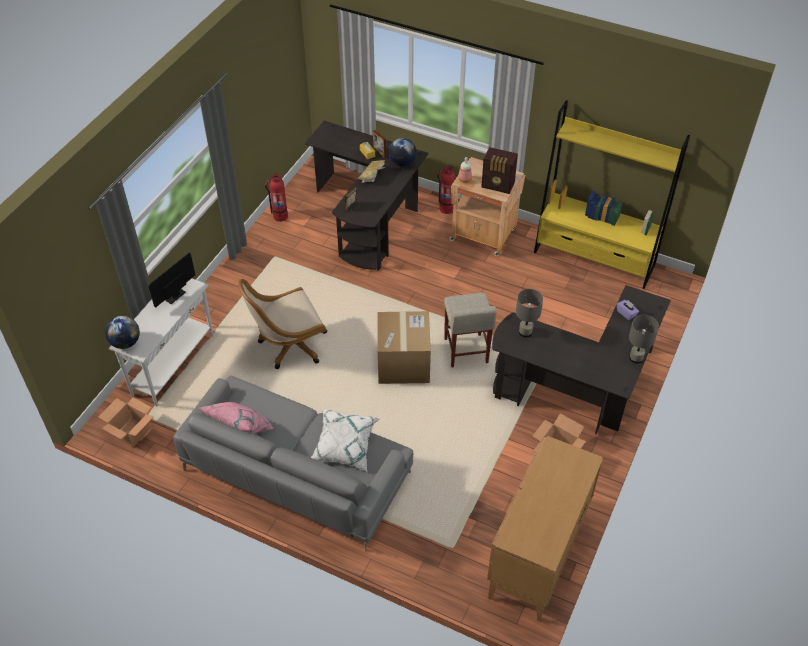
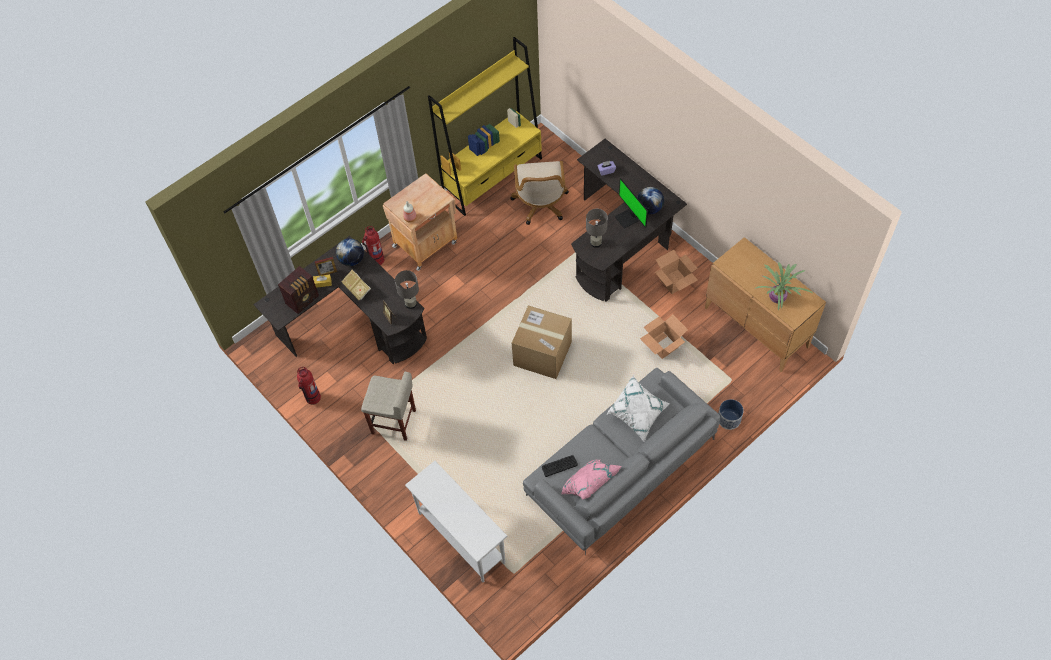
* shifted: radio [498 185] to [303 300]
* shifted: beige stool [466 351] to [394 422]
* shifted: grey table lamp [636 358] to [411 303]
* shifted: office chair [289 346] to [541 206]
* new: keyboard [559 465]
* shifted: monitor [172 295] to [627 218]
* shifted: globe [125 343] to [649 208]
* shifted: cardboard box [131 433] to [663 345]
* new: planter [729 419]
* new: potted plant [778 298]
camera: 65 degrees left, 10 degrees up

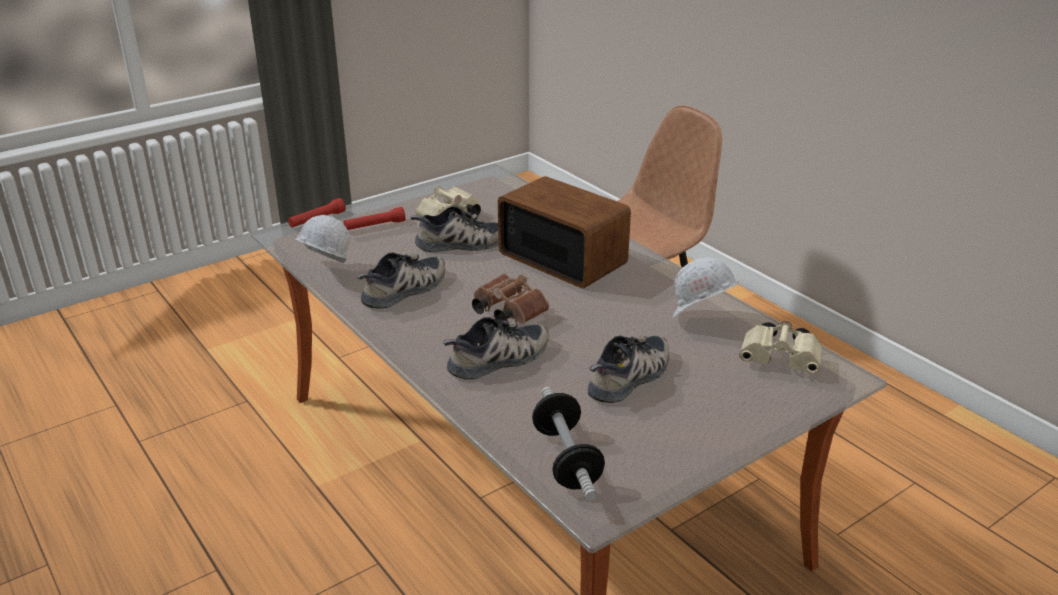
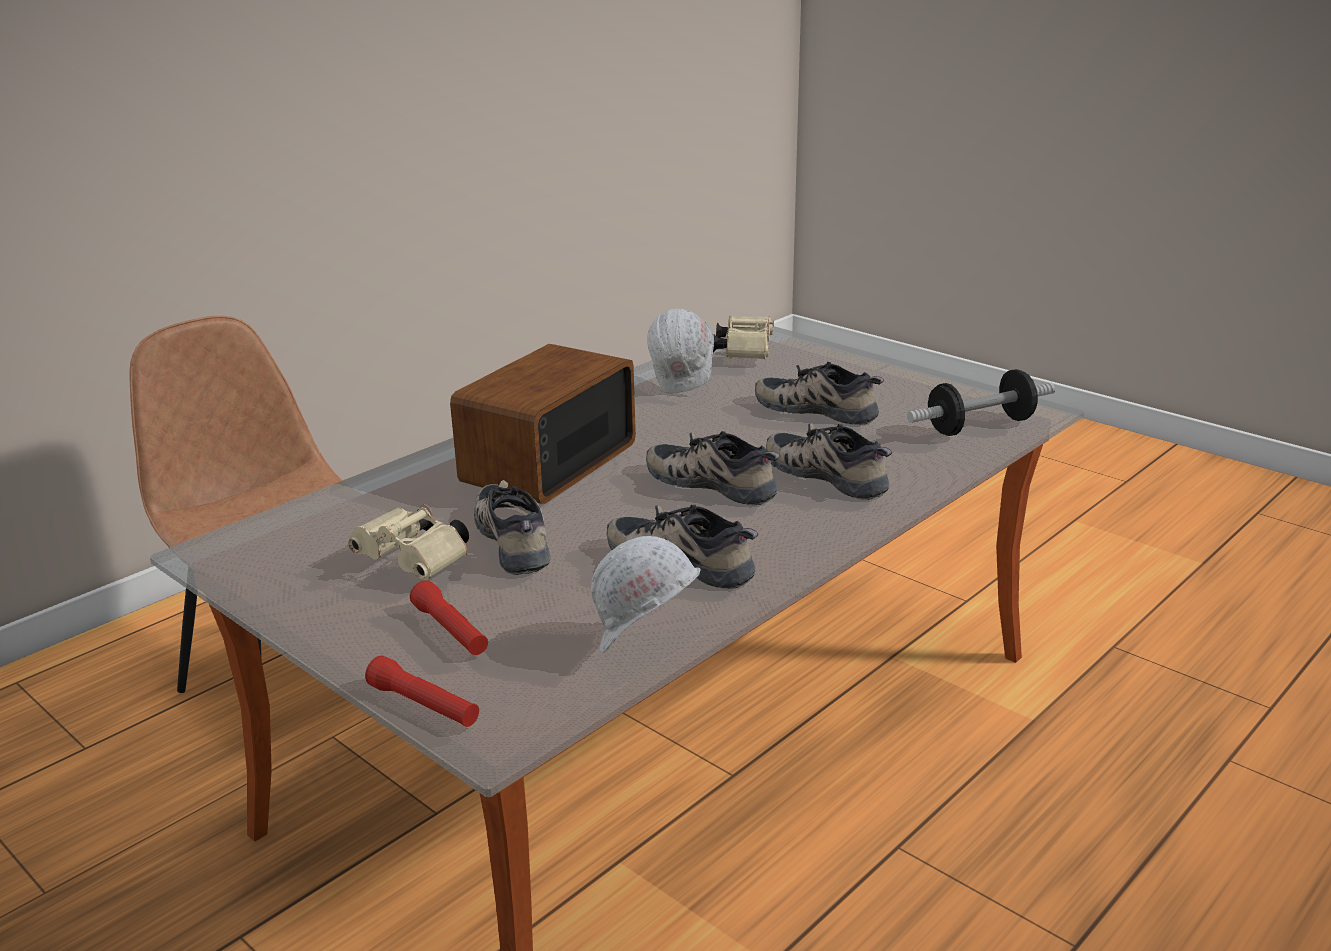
* swapped: brown binoculars [506 312] to shoe [714 482]
camera: 100 degrees left, 5 degrees down

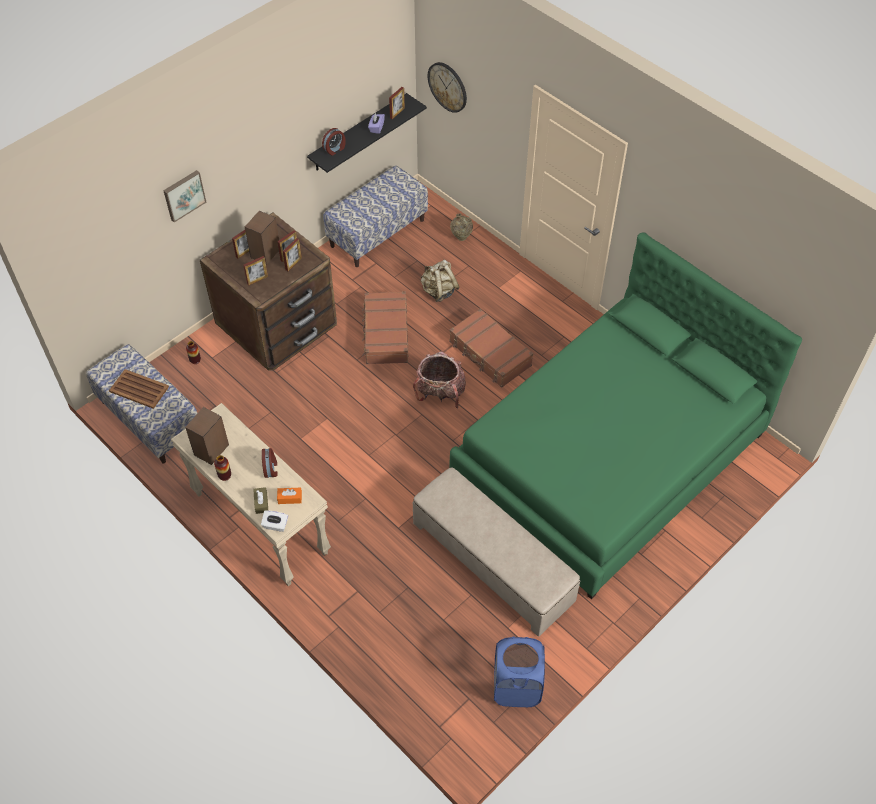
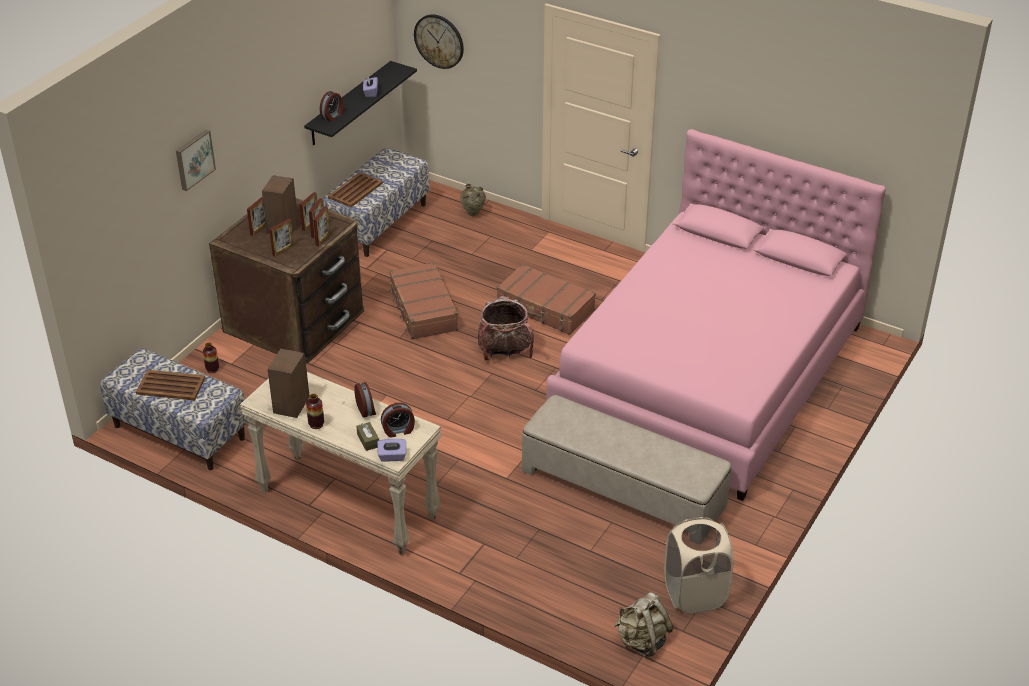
* shifted: picture frame [397 113] to [323 239]
* new: brown tray [355 191]
* repainted: white tissue box [275 525] to purple tissue box [392 457]
* swapped: orange tissue box [290 498] to alarm clock [398 430]
* repainted: green bed [609 456] to pink bed [710 374]
* shifted: beige backpack [439 291] to [642 641]
* repainted: blue laundry basket [516 687] to beige laundry basket [695 594]
camera: 15 degrees left, 15 degrees down

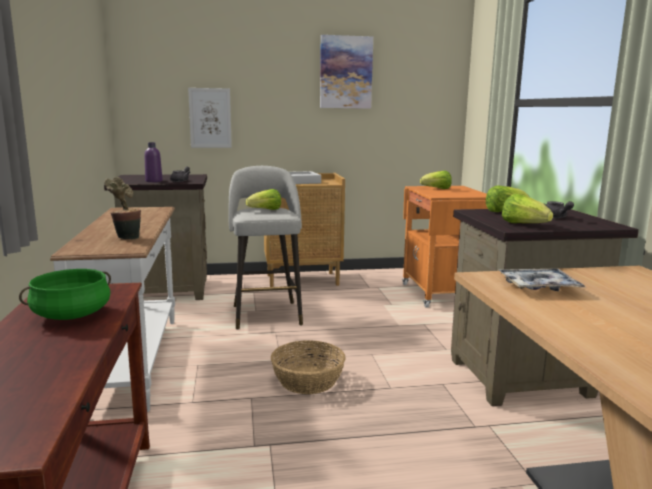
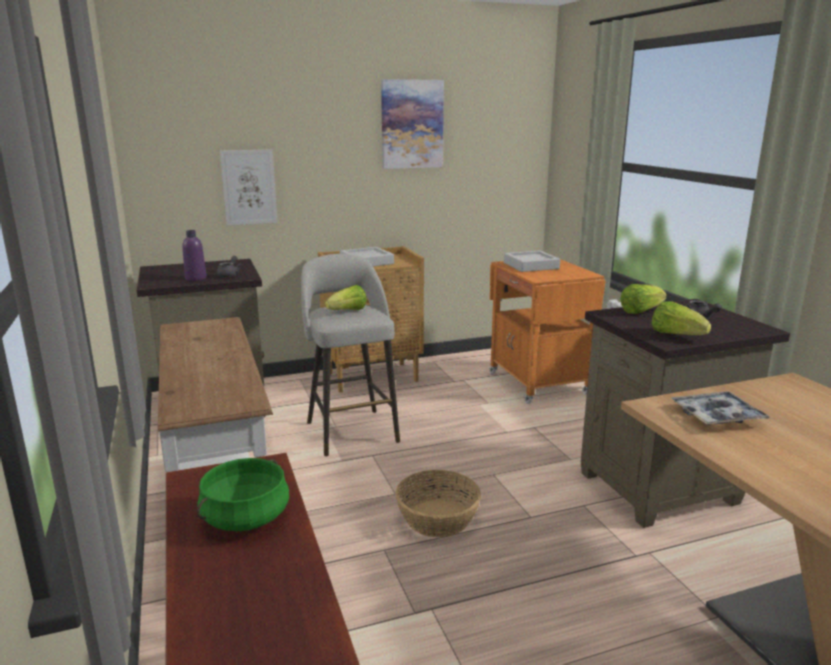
* swapped: lettuce [437 189] to grey tray [531 266]
* gone: potted plant [126 238]
camera: 10 degrees left, 5 degrees up

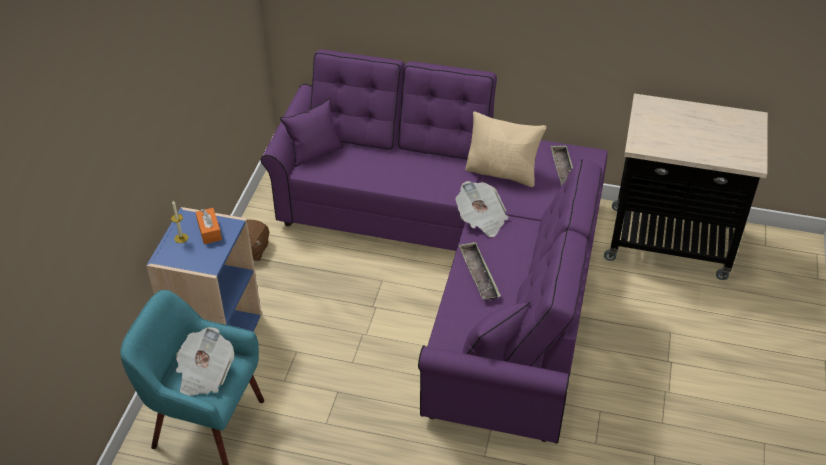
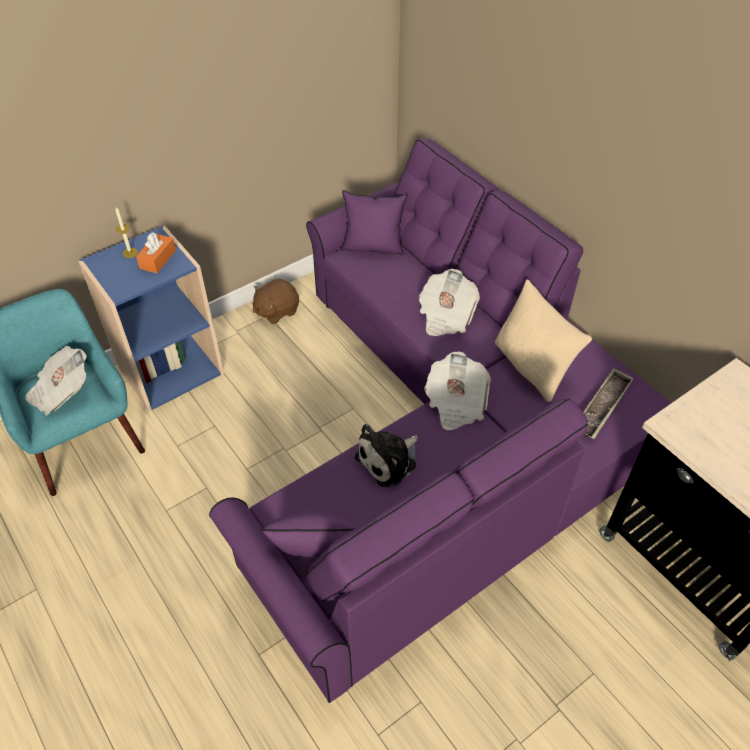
* swapped: tray [478 274] to plush toy [389 460]
* new: newspaper [445 316]
camera: 40 degrees right, 5 degrees up

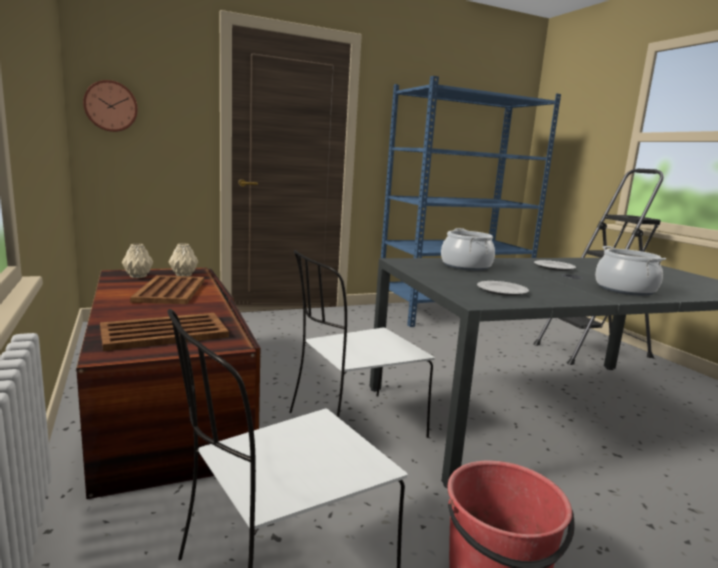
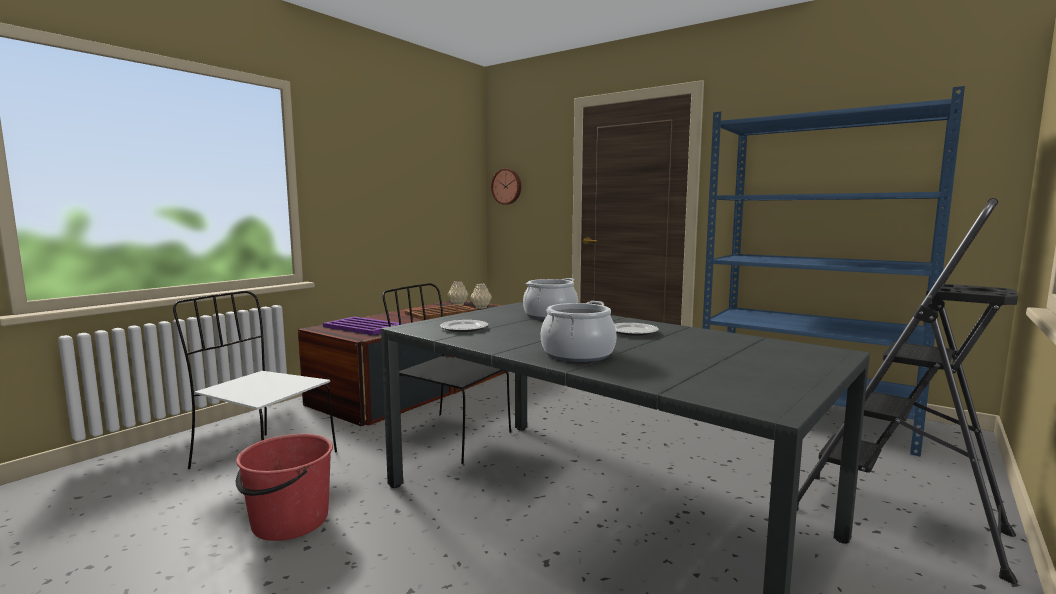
* repainted: brown tray [163 332] to purple tray [362 327]
* repainted: white chair [353 426] to black chair [447 436]
camera: 60 degrees right, 5 degrees down

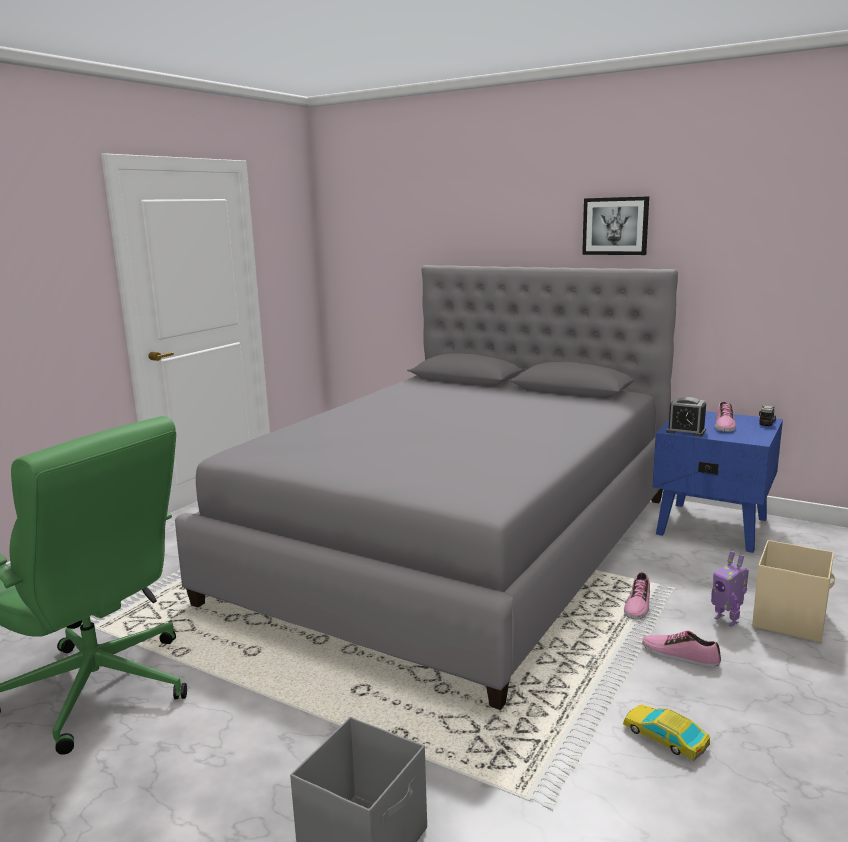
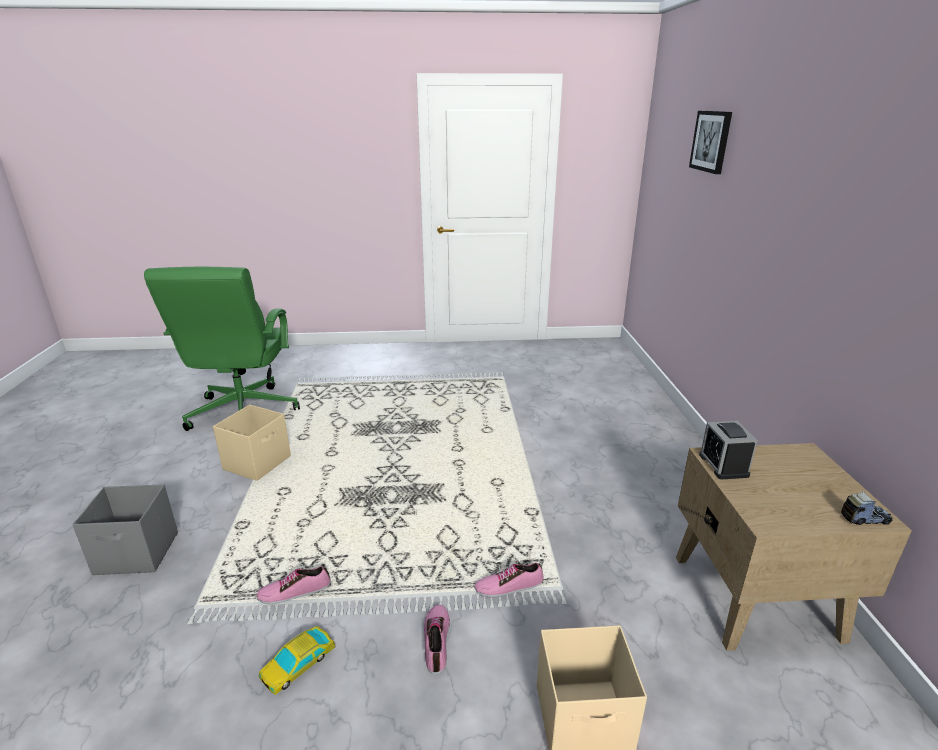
* new: beige storage box [258 463]
* shifted: shoe [723 425] to [294 591]
* rotated: toy car [665 737] = [298 664] 150 degrees counterclockwise
* repainted: blue nightstand [713 526] to beige nightstand [756 598]
* shifted: picture [615 226] to [711 141]
* gone: grey bed [458 546]
* gone: toy robot [727 620]
camera: 55 degrees right, 10 degrees up

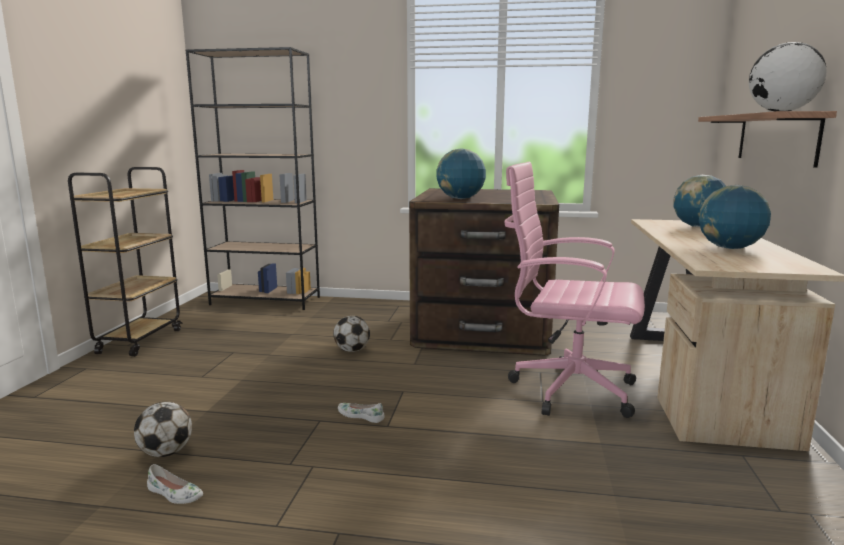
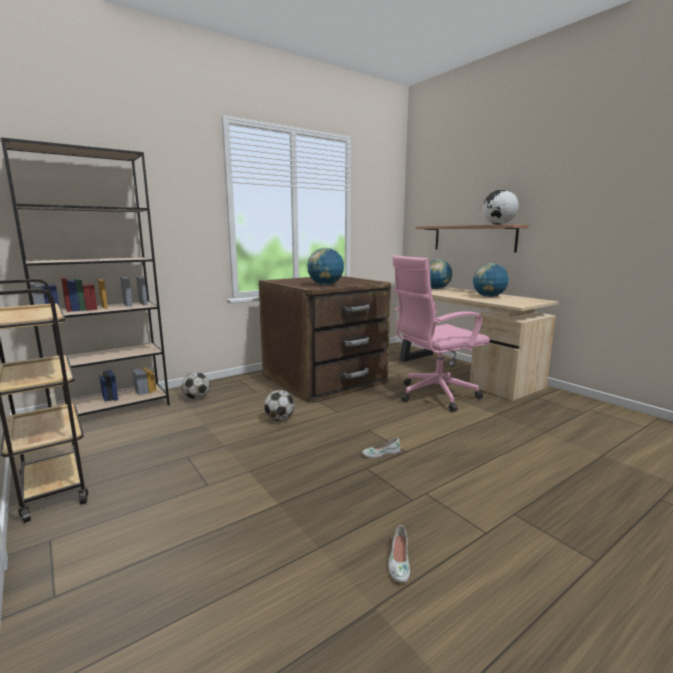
* shifted: football [166 452] to [197 398]
* rotated: white shoe [174 494] = [399 562] 120 degrees clockwise
camera: 45 degrees left, 0 degrees up

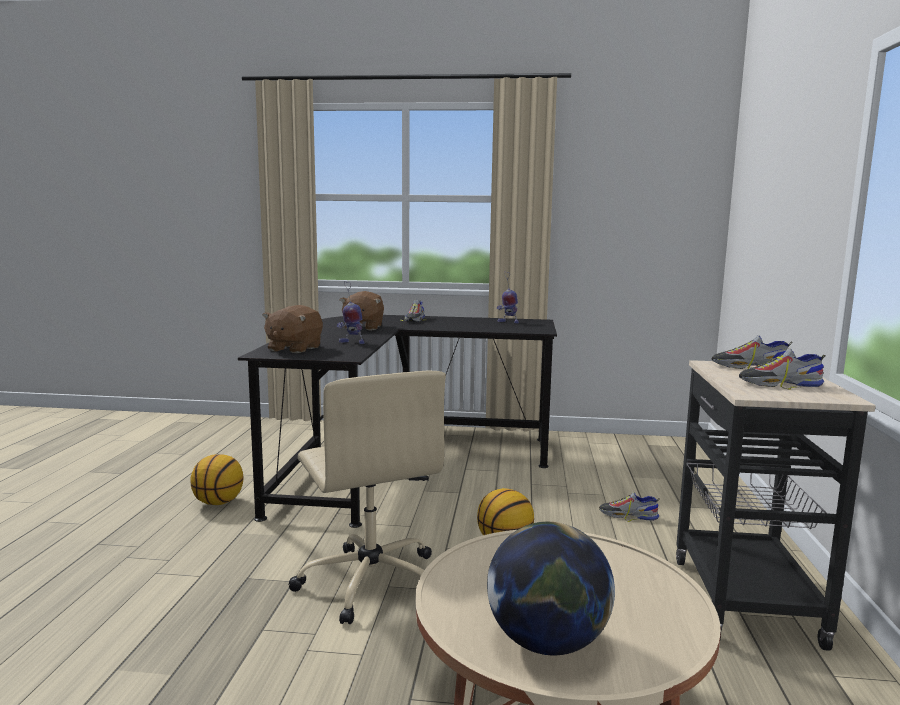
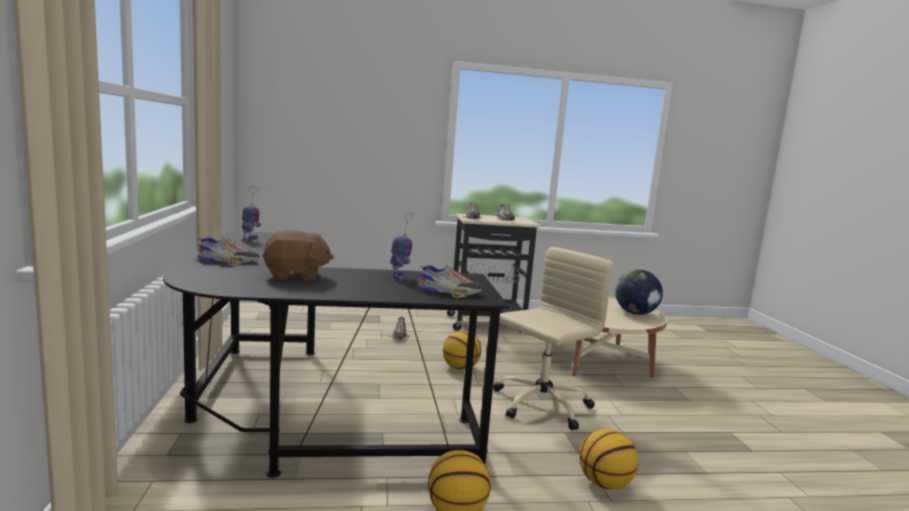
* swapped: brown plush toy [294 349] to shoe [450 291]
* new: basketball [605 484]
camera: 105 degrees left, 0 degrees up

